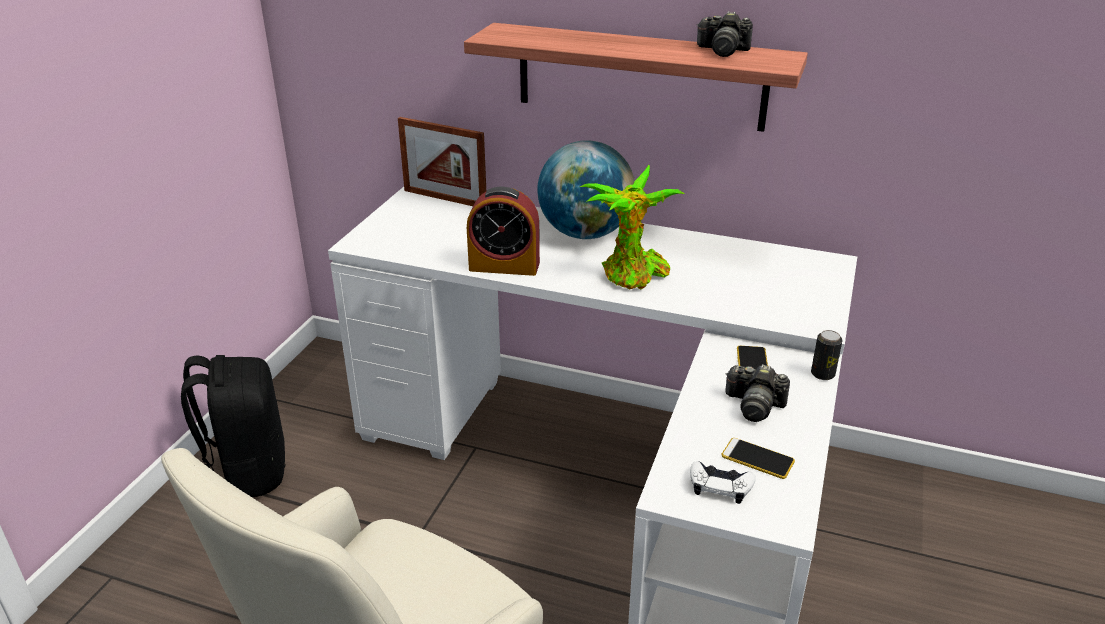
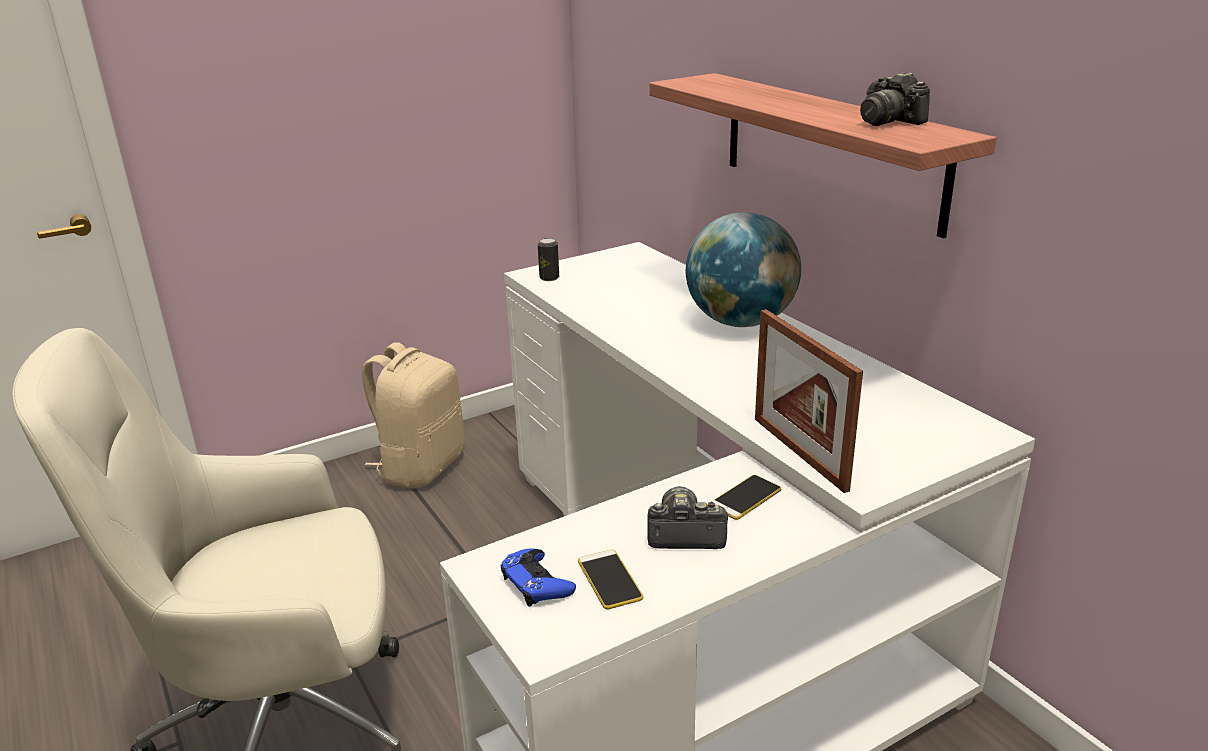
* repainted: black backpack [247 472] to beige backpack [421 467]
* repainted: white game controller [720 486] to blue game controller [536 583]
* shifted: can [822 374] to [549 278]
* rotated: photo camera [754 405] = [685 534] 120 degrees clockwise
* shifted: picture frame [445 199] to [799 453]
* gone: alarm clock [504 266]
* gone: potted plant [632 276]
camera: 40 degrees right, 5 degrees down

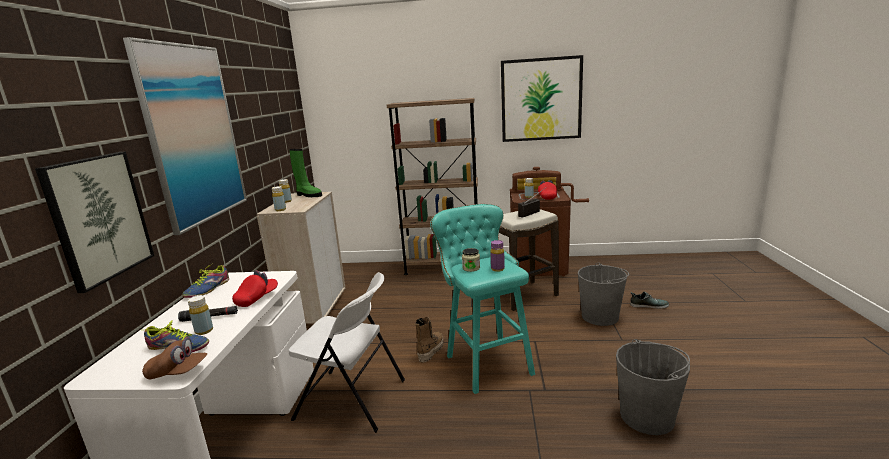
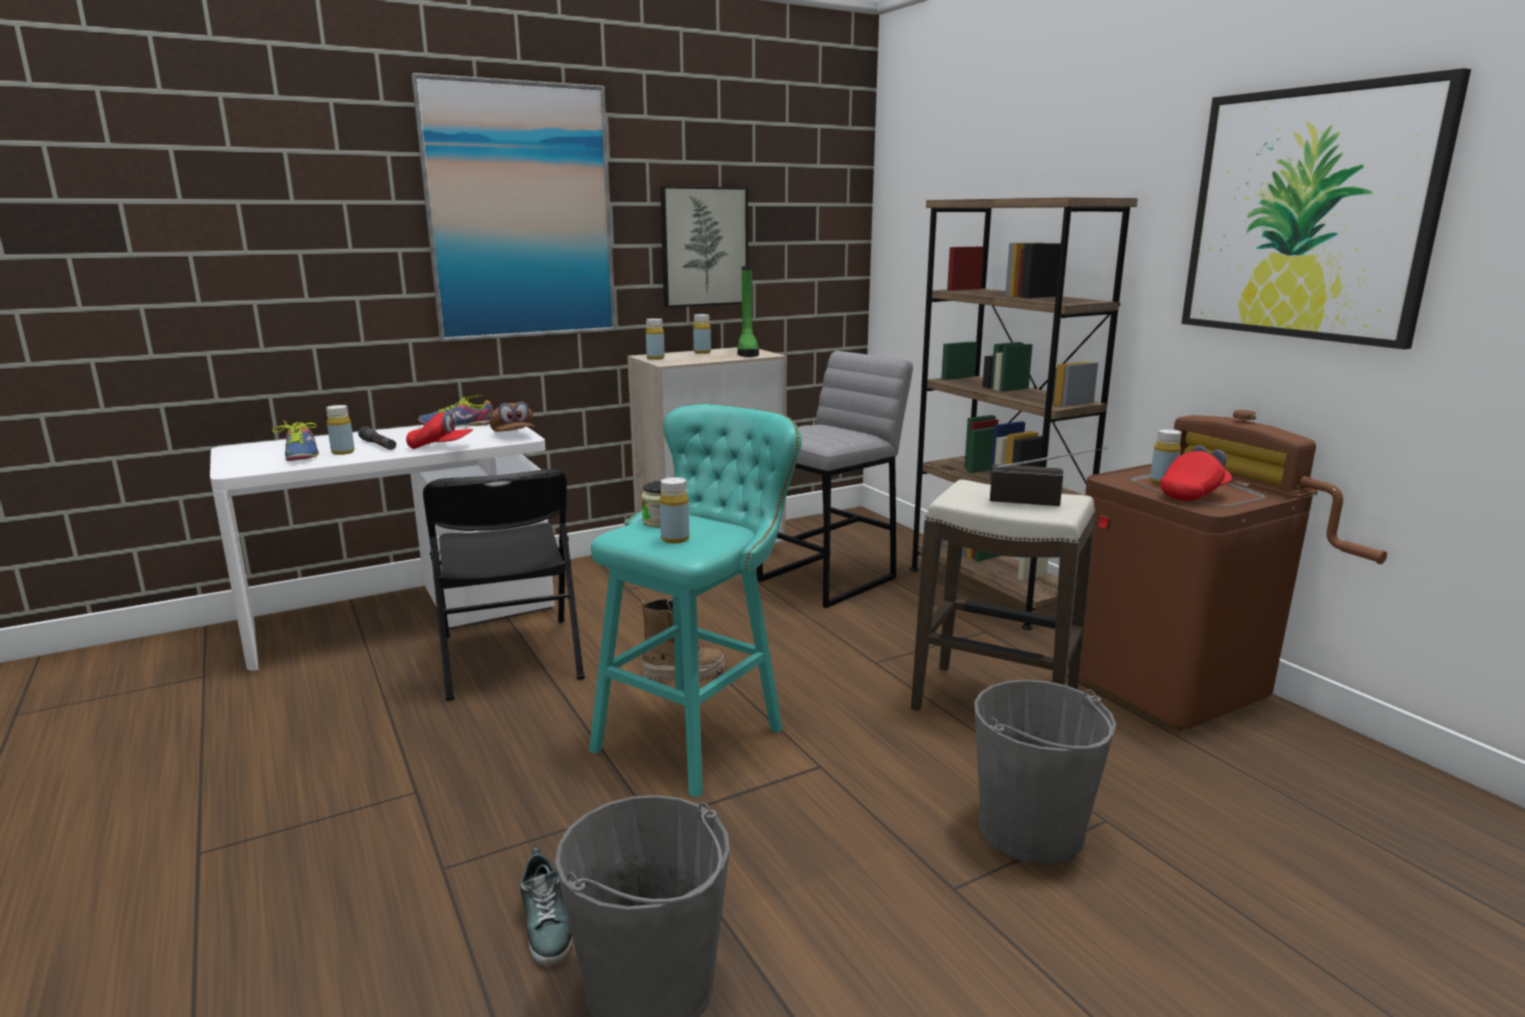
* repainted: white chair [351 399] to black chair [509 657]
* shifted: brown cap [178 372] to [513 435]
* shifted: shoe [648 305] to [548 924]
* shifted: picture [99 218] to [704 247]
* repainted: purple bottle [497 269] to yellow bottle [675 539]
* new: grey stool [829 578]
camera: 55 degrees right, 0 degrees up

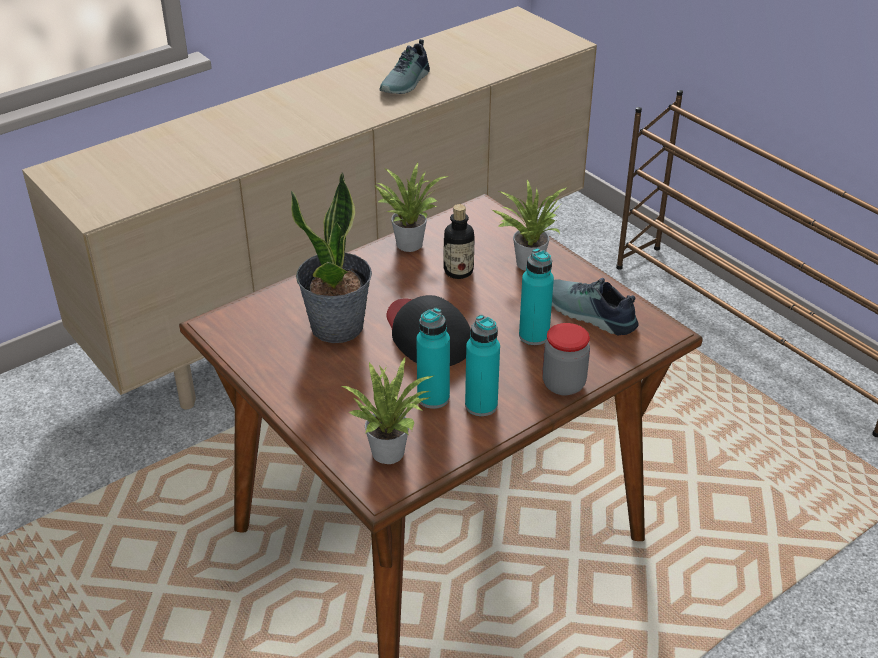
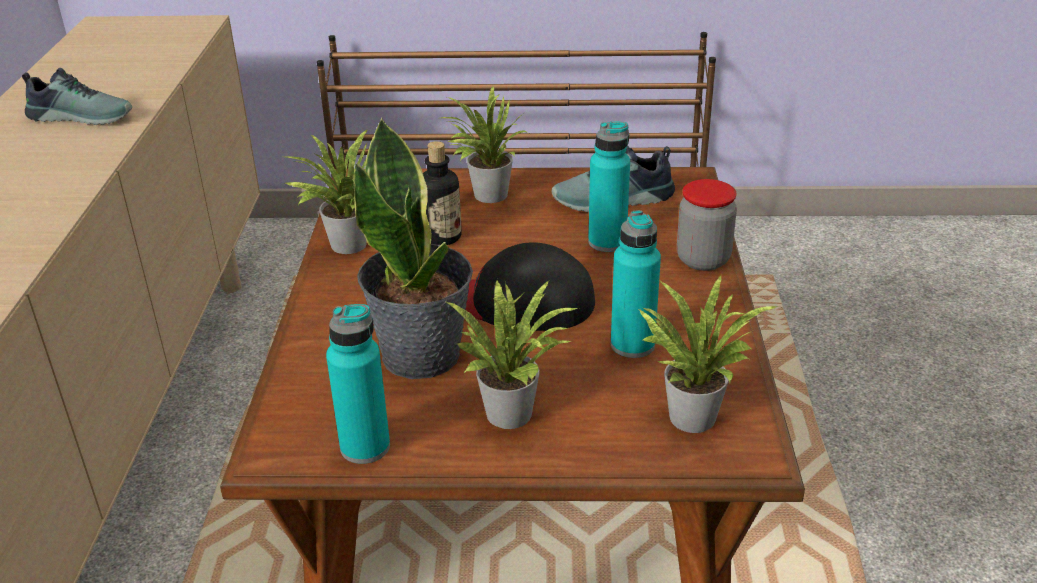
* rotated: shoe [407 82] = [82 116] 60 degrees counterclockwise
* shifted: turquoise bottle [481 405] to [365 447]
* new: potted plant [514 411]
camera: 50 degrees left, 5 degrees down

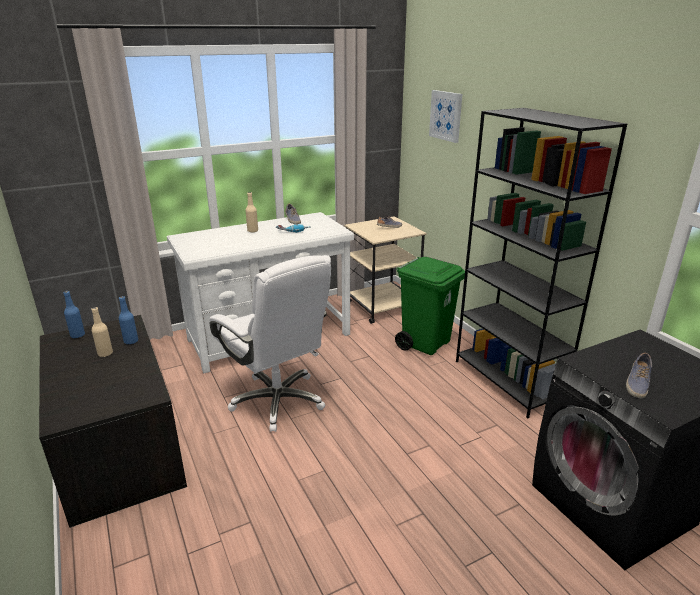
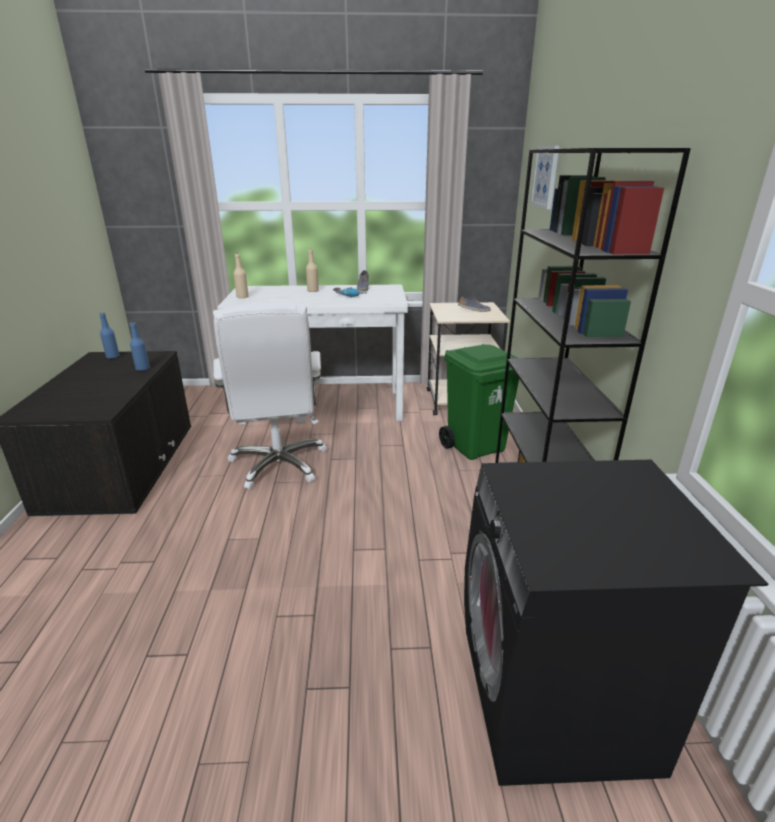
* shifted: beige bottle [105 353] to [242 297]
* gone: shoe [637 383]
camera: 25 degrees right, 0 degrees up

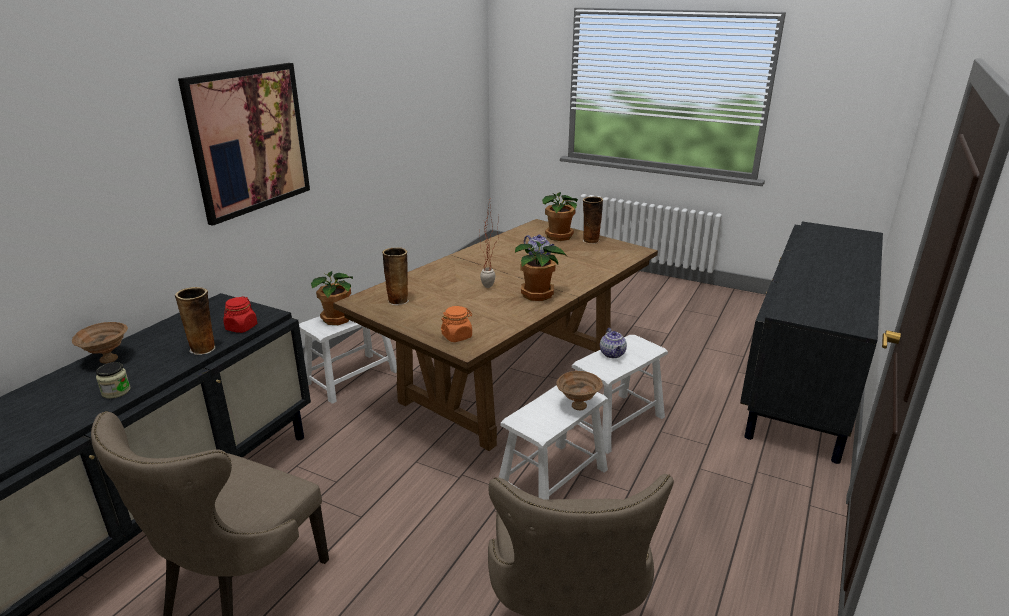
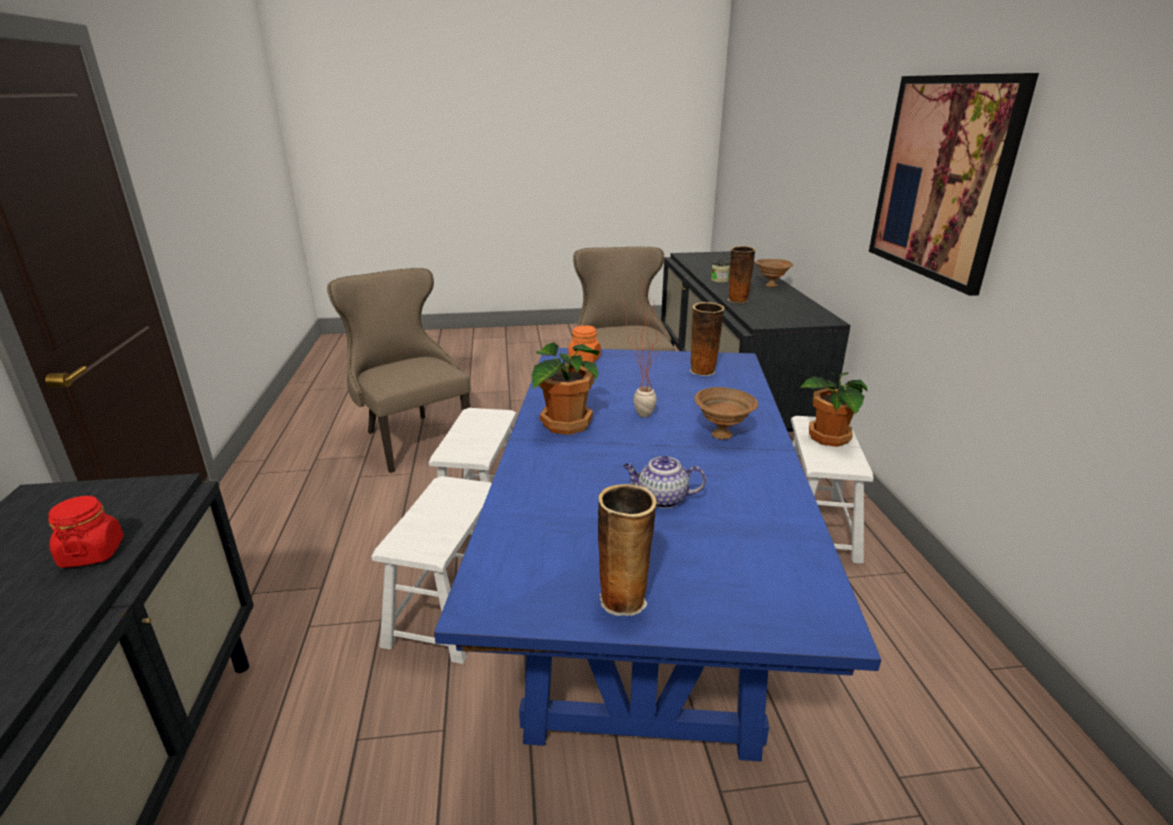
* shifted: red jar [241 327] to [92 553]
* repainted: brown dining table [509 379] to blue dining table [642 611]
* shifted: brown bowl [578 406] to [722 434]
* gone: potted plant [560 236]
* gone: teapot [613 354]
camera: 145 degrees right, 0 degrees up

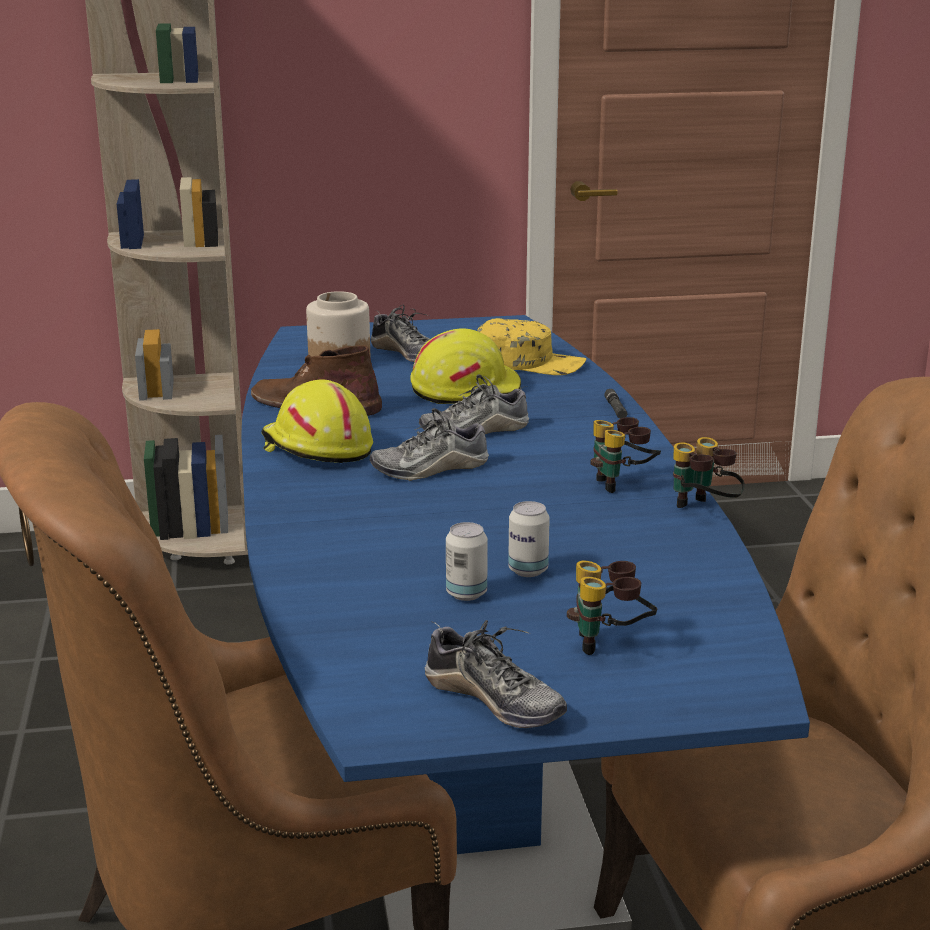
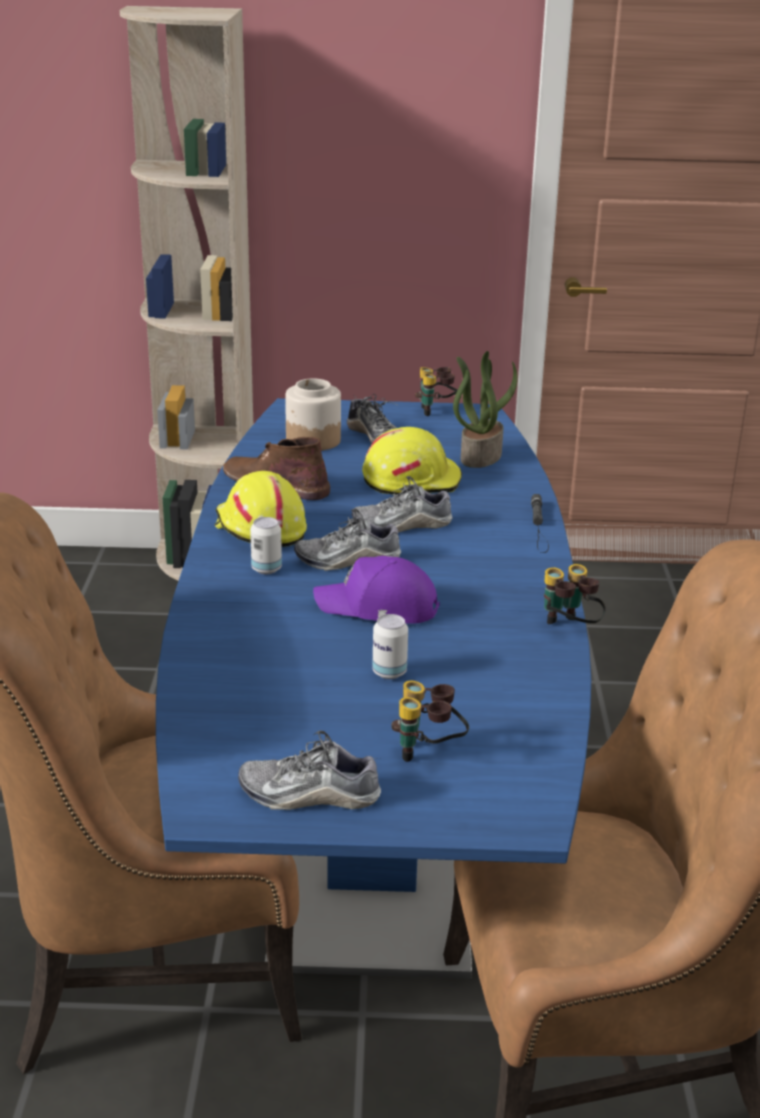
* rotated: shoe [494 700] = [309 795] 135 degrees clockwise
* shifted: can [466 594] to [266 569]
* new: purple cap [378 607]
* shifted: binoculars [622 484] to [438 411]
* swapped: yellow cap [529 362] to potted plant [480 456]
camera: 10 degrees right, 5 degrees up

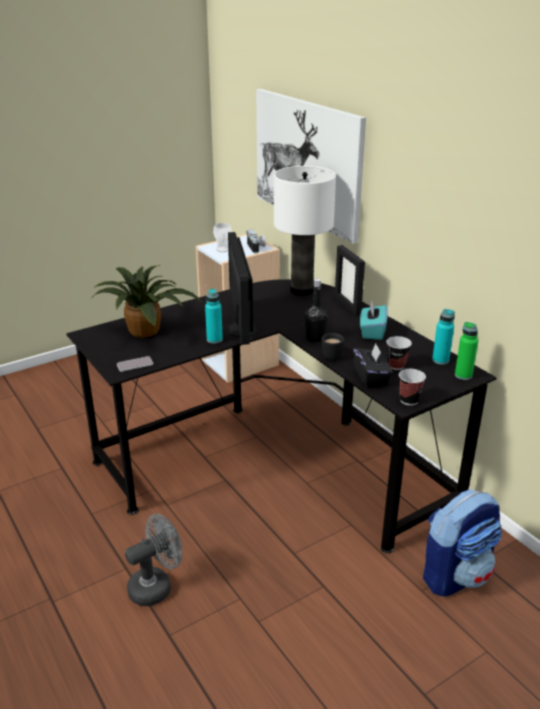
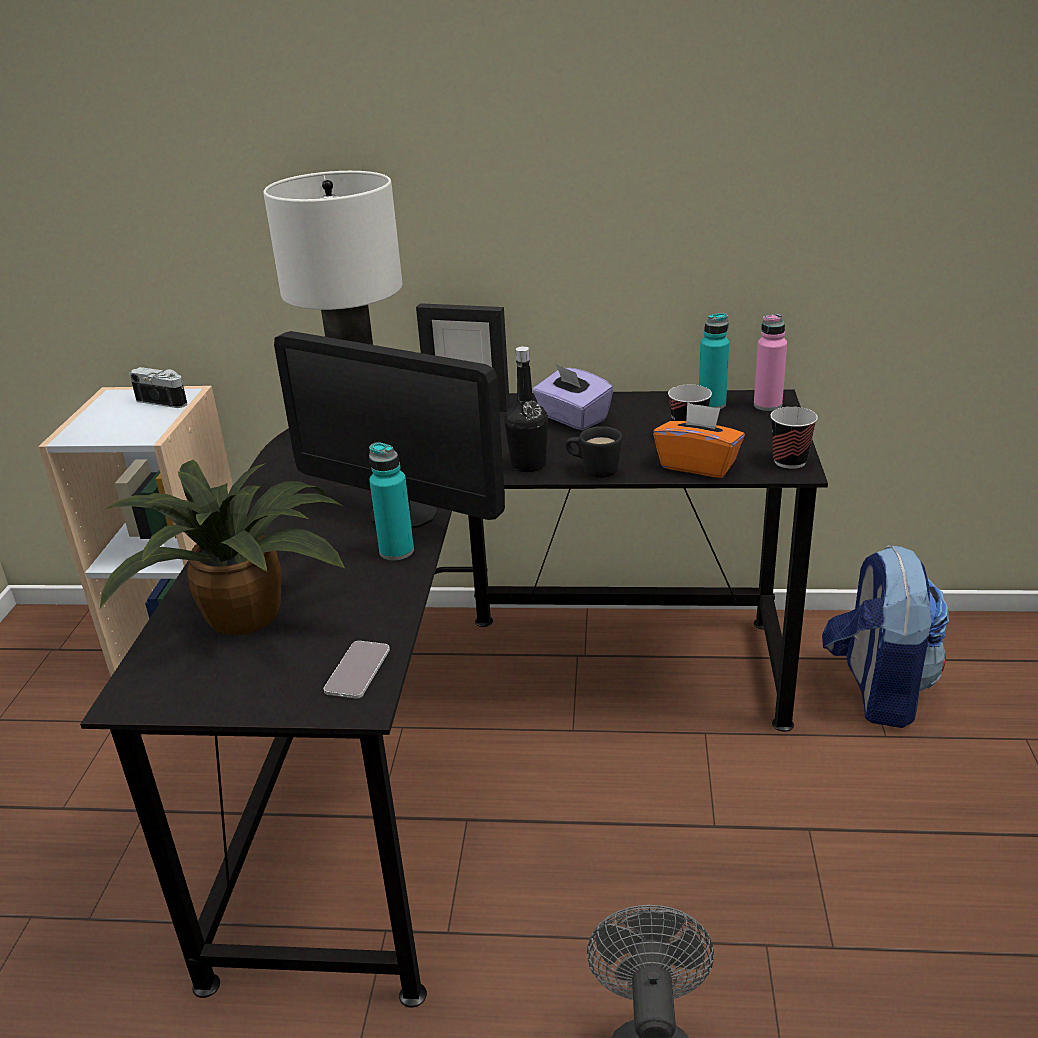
* repainted: turquoise tissue box [372 332] to purple tissue box [572 418]
* repainted: black tissue box [371 378] to orange tissue box [698 465]
* repainted: green bottle [463 375] to pink bottle [767 405]
* gone: cup [223 249]
* gone: picture [307 162]
camera: 50 degrees left, 0 degrees up

